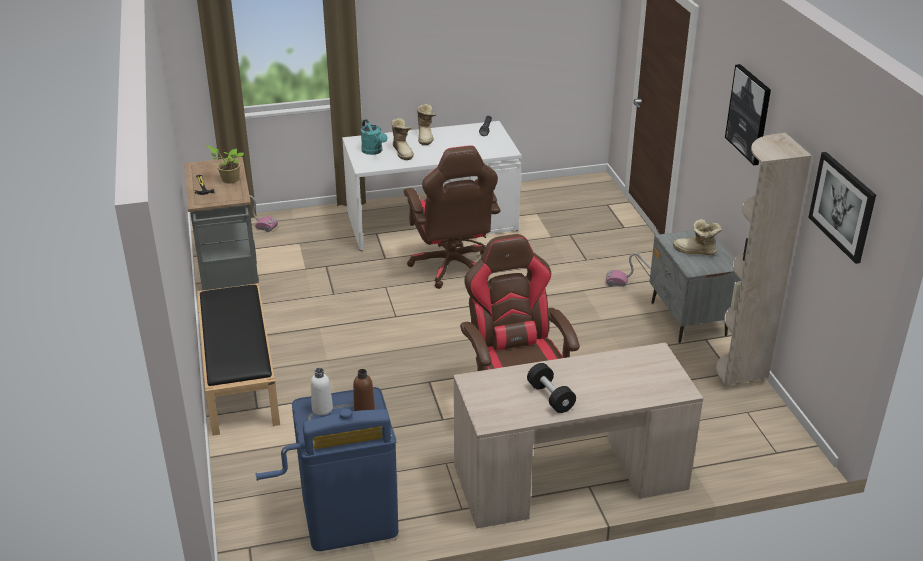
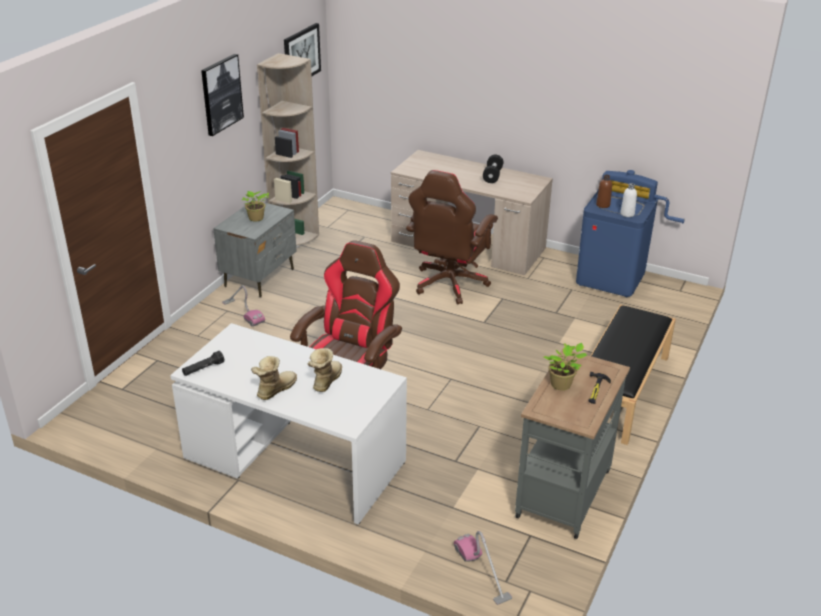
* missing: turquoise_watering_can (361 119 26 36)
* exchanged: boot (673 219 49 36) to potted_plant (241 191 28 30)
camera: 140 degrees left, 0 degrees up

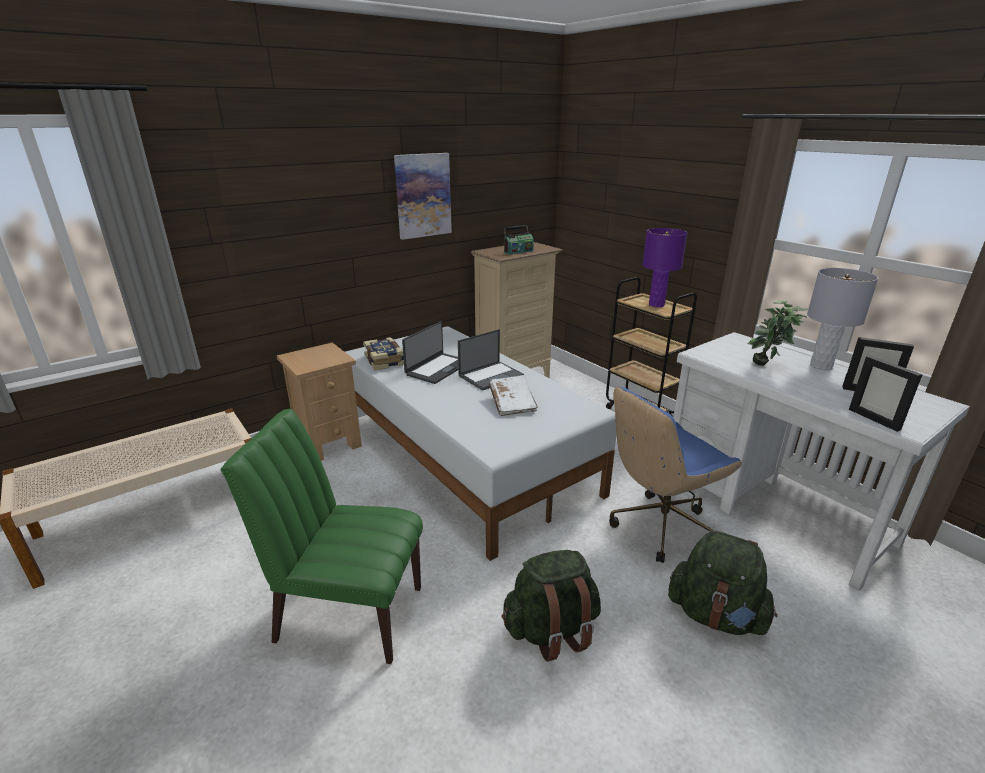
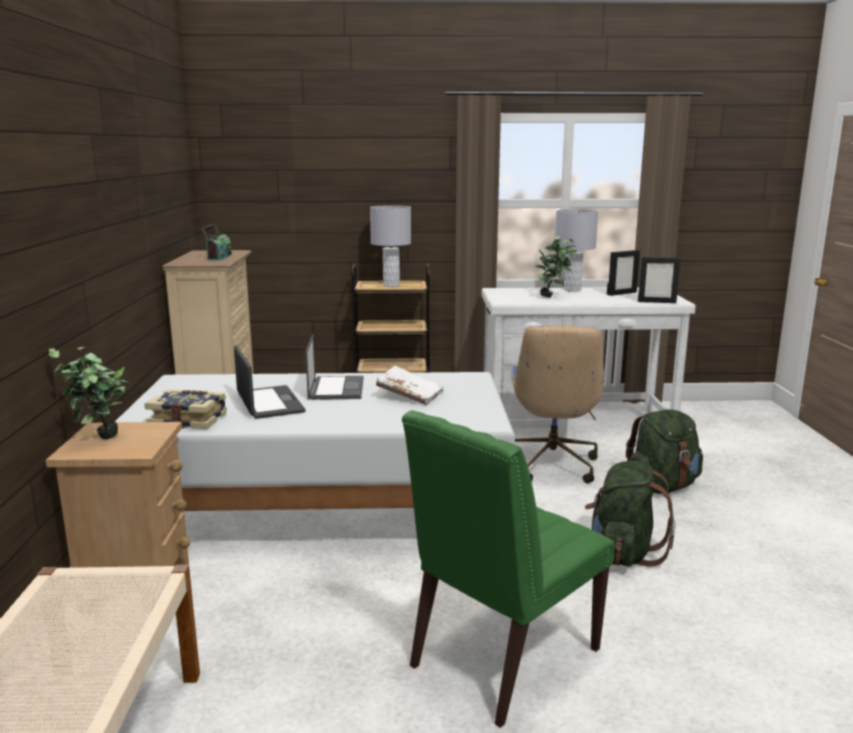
* missing: picture (394 153 58 87)
* appeared: potted_plant (49 347 80 92)
* colour: purple_table_lamp (642 228 45 79) to grey_table_lamp (370 205 41 82)
camera: 55 degrees left, 10 degrees down

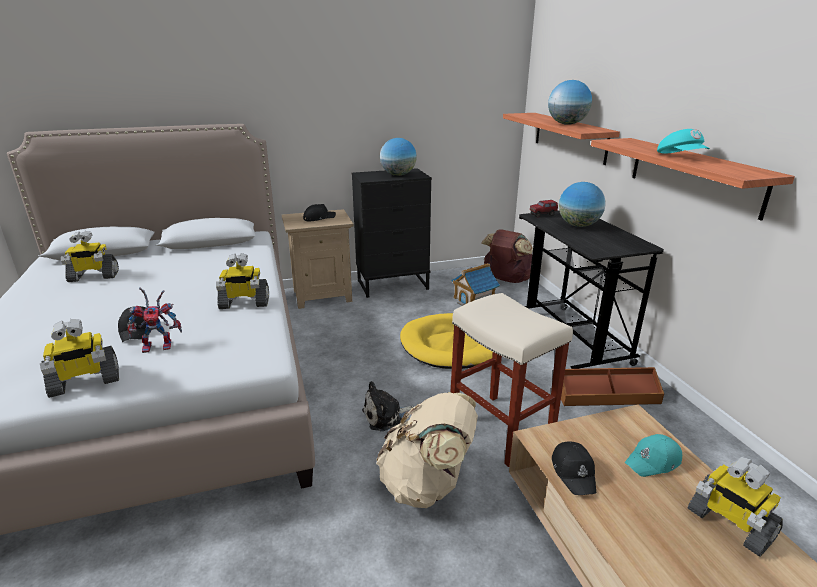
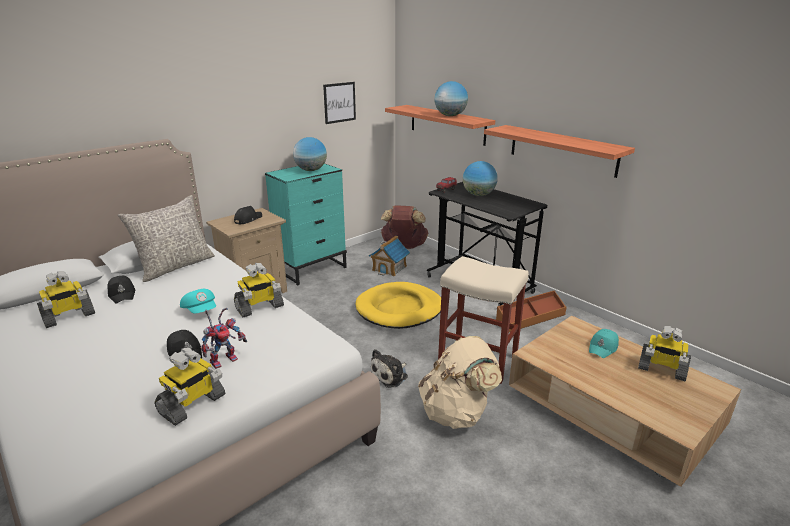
* appeared: grey_pillow (118 195 97 87)
* appeared: picture (323 82 33 42)
* relocated: black_cap (552 441 44 54) to (107 276 29 28)
* relocated: turquoise_cap (657 129 53 25) to (180 289 36 24)
* colour: black_dresser (352 168 80 130) to turquoise_dresser (265 163 82 123)
camera: 25 degrees left, 0 degrees up

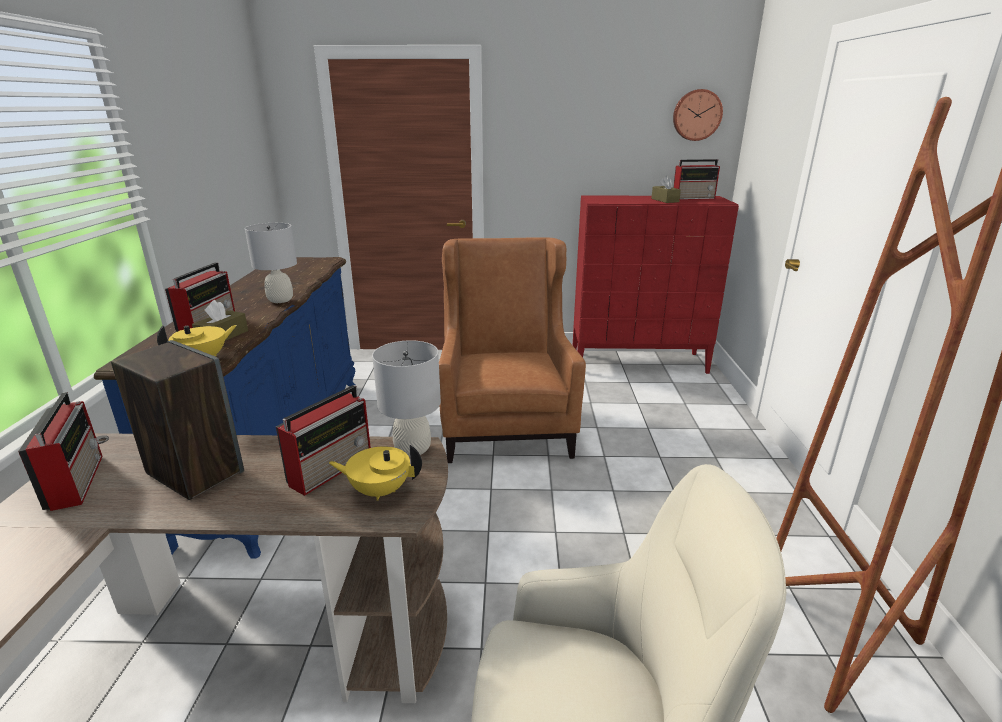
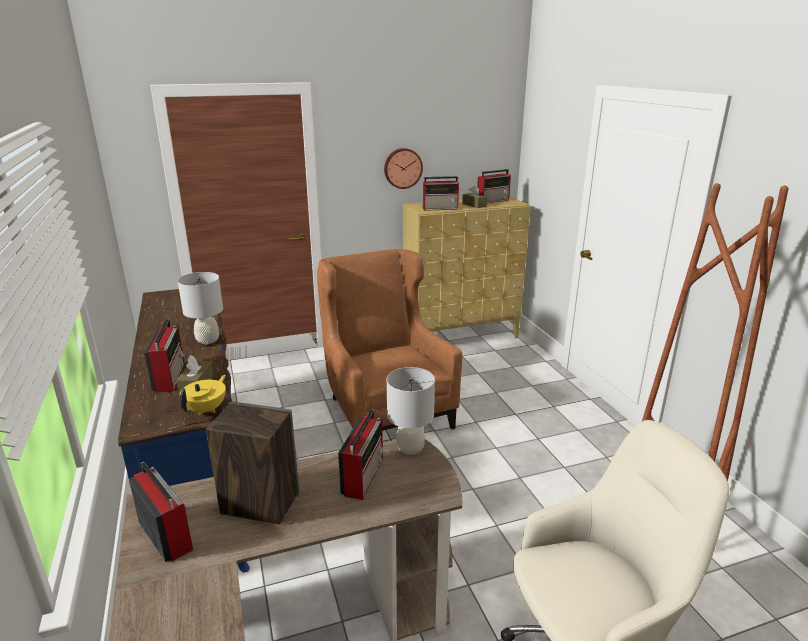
* missing: yellow_teapot (329 445 93 56)
* appeared: radio (423 176 37 35)
* relocated: wall_clock (673 89 50 52) to (384 148 39 41)
* colour: red_dresser (573 195 166 179) to beige_dresser (403 196 128 143)
camera: 20 degrees left, 0 degrees up

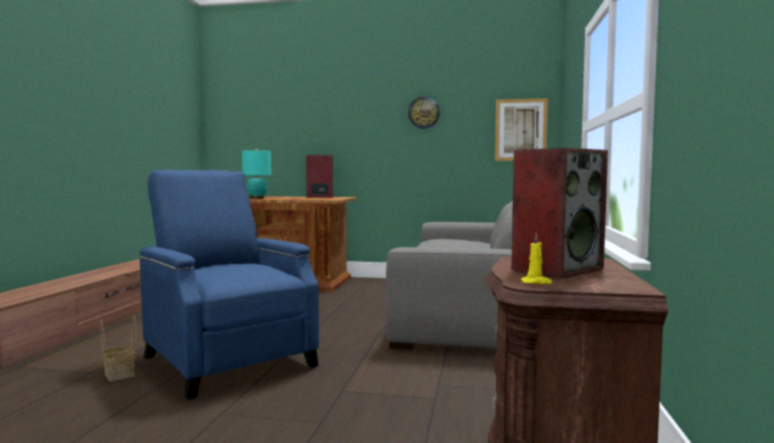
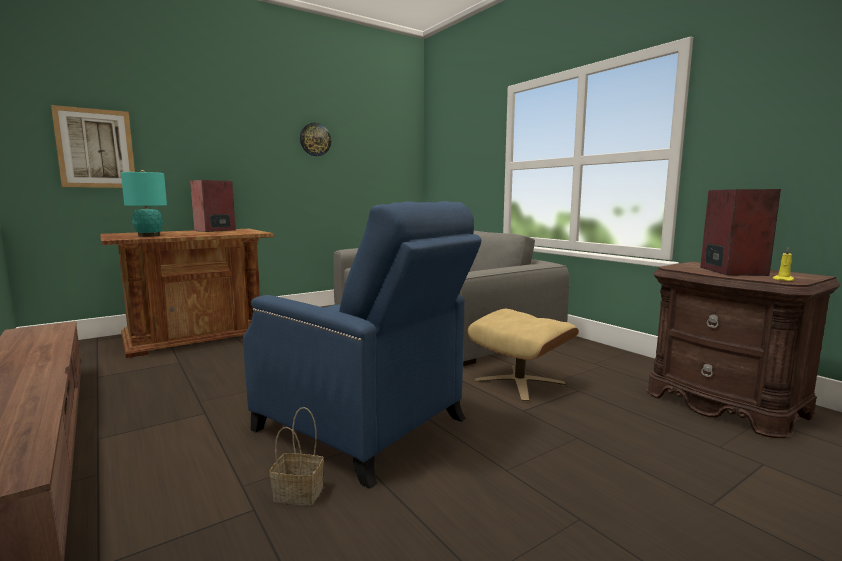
* appeared: beige_ottoman (467 309 112 92)
* relocated: picture (495 98 53 63) to (51 105 84 83)
* spun: blue_armchair (139 169 180 231) = (243 201 238 288) 150 degrees counterclockwise
camera: 45 degrees left, 5 degrees up

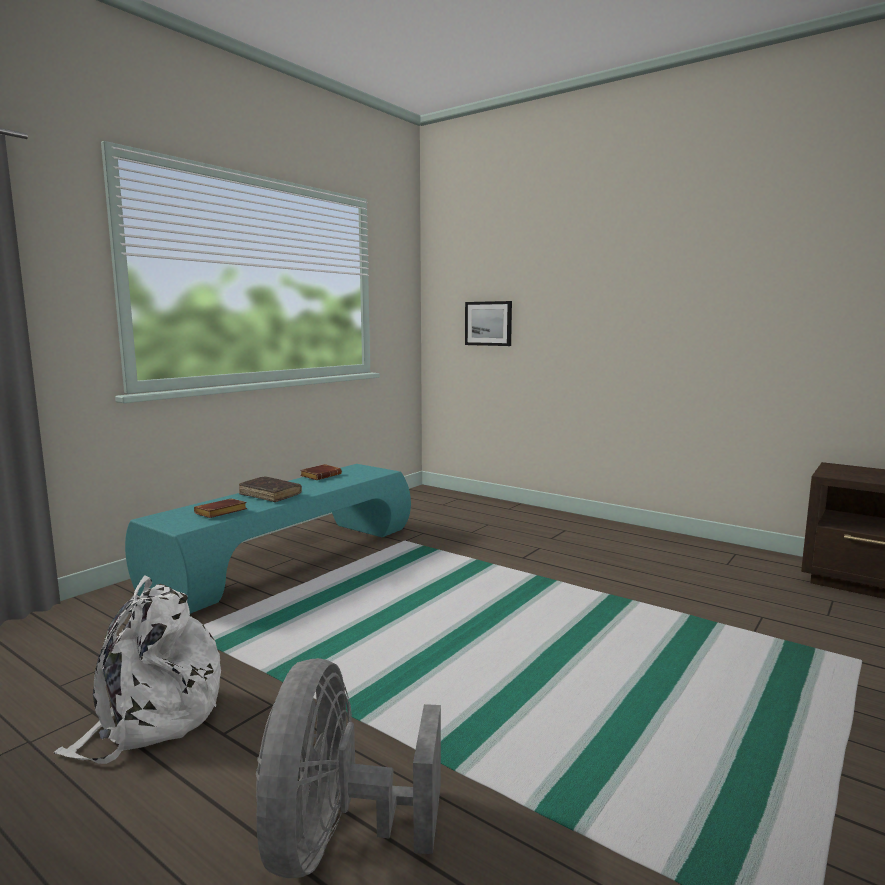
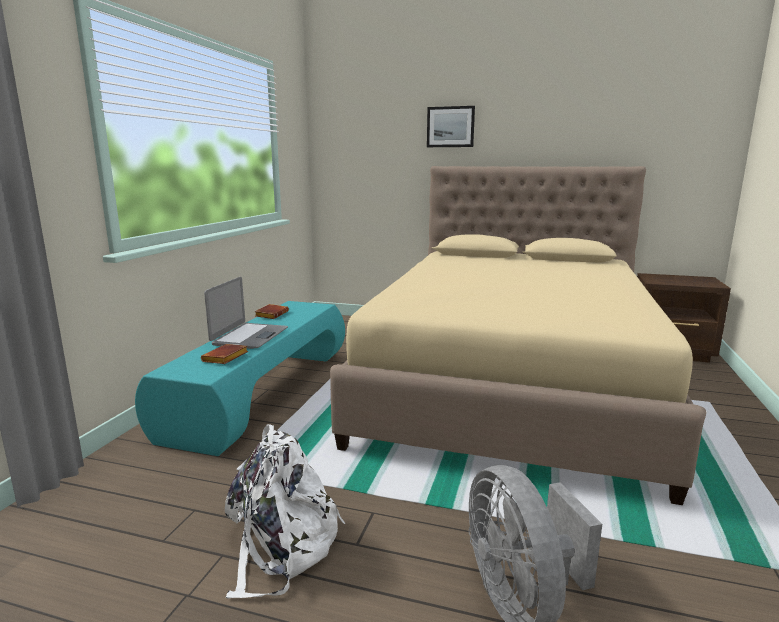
* appeared: beige_bed (330 166 376 339)
* relocated: picture (465 301 47 45) to (427 106 48 41)
* exchanged: brown_book (239 476 63 26) to laptop (204 277 84 72)
camera: 20 degrees left, 5 degrees up

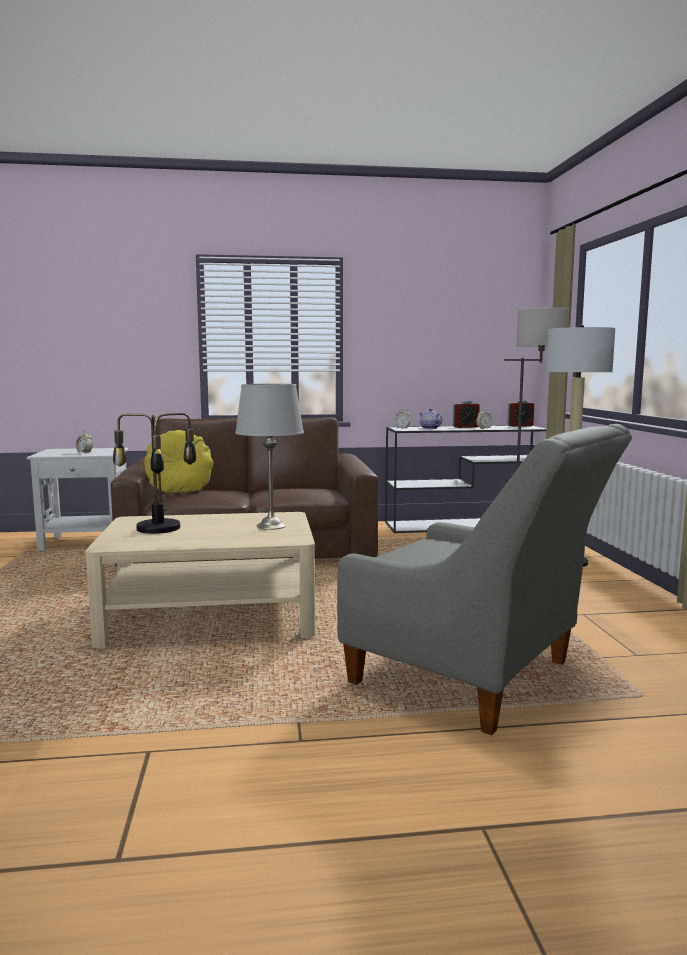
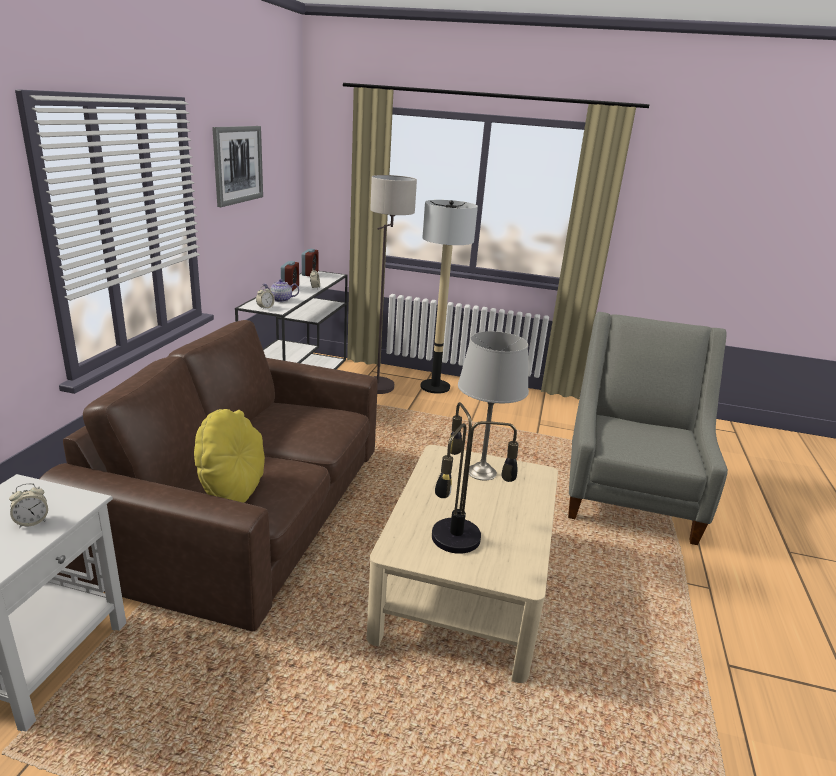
* appeared: picture (212 126 51 81)
* spun: grey_armchair (337 424 295 311) = (568 312 160 233) 45 degrees counterclockwise
camera: 70 degrees left, 15 degrees up

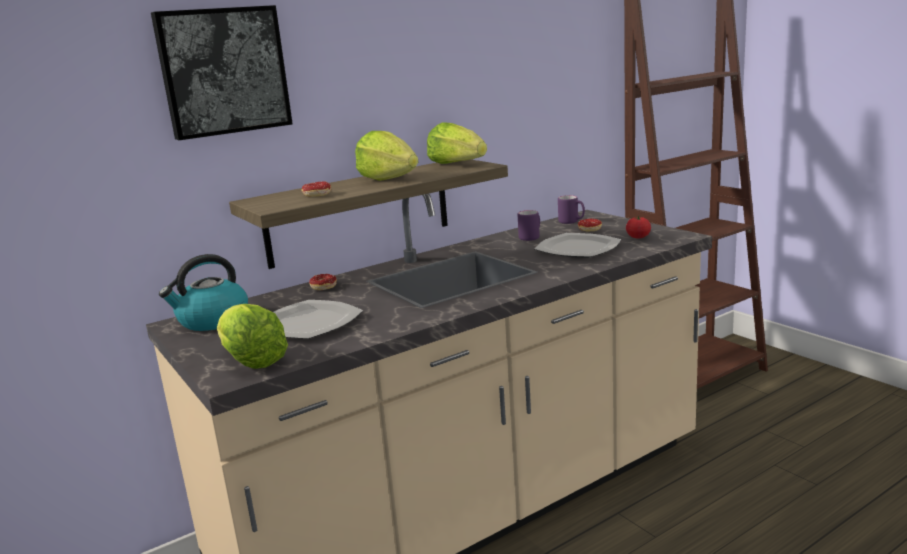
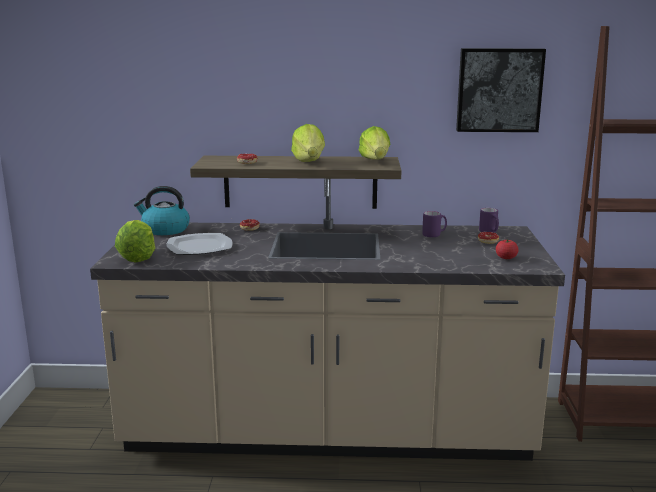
* missing: plate (535 233 86 25)
* relocated: picture (151 5 142 135) to (456 48 90 84)
camera: 35 degrees right, 0 degrees up

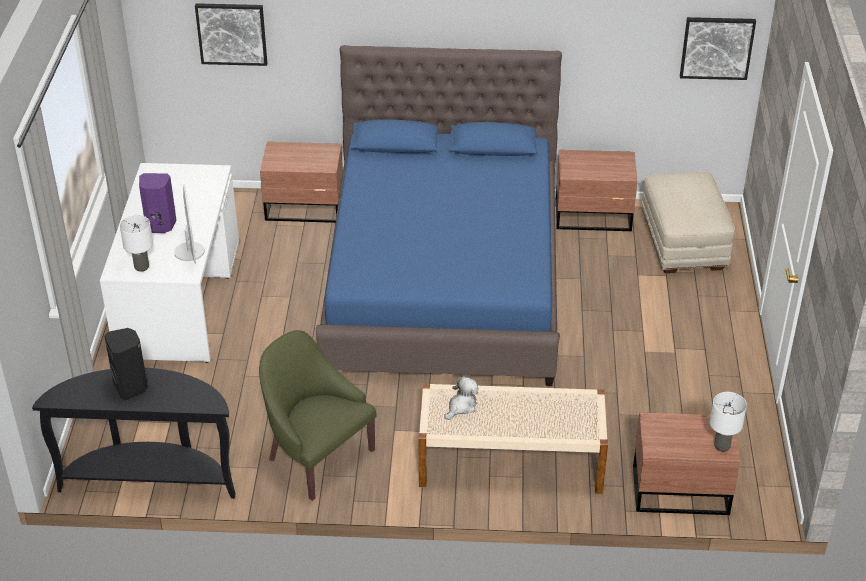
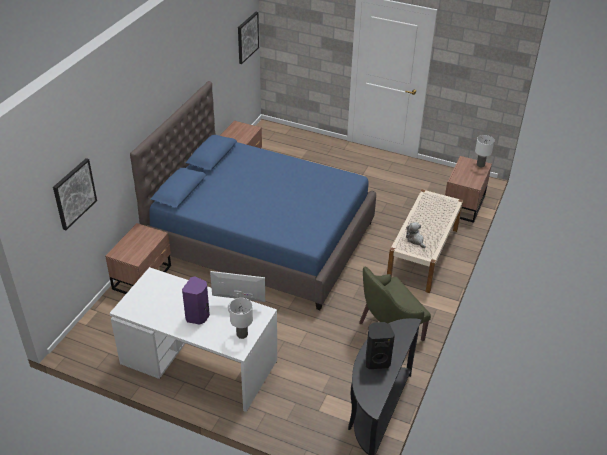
* missing: beige_ottoman (642 172 93 101)
camera: 70 degrees left, 0 degrees up

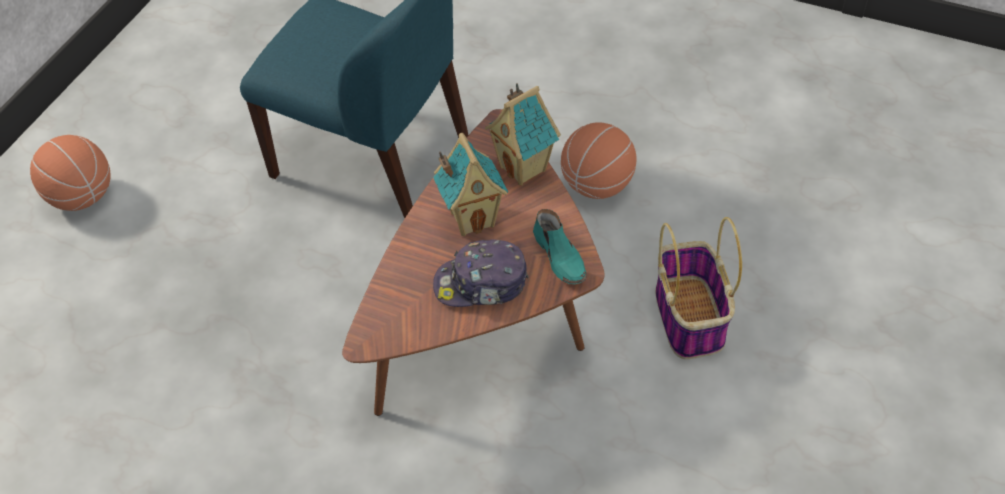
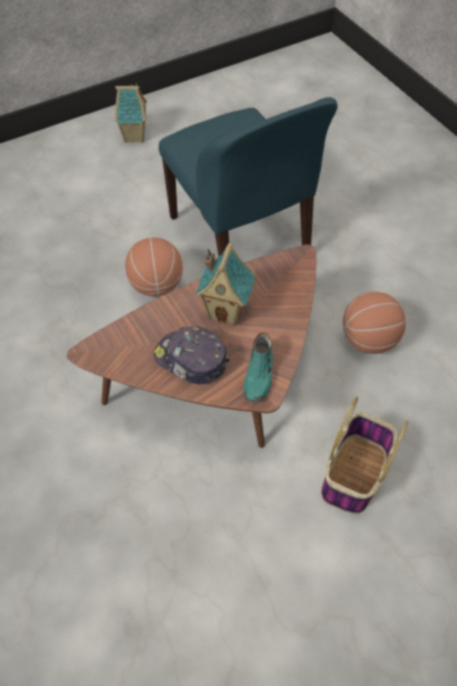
* relocated: basketball (30 135 81 76) to (125 238 58 58)
* relocated: toy_house (485 83 76 102) to (115 83 32 60)
camera: 35 degrees right, 5 degrees up

